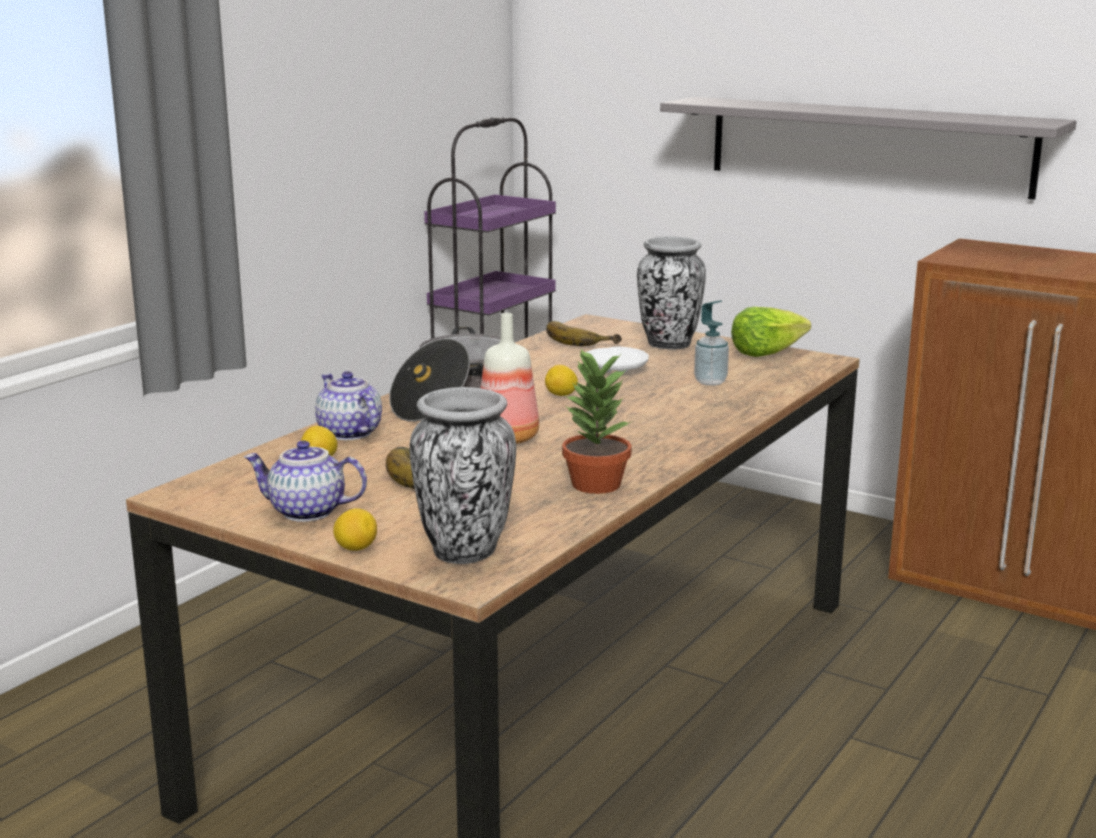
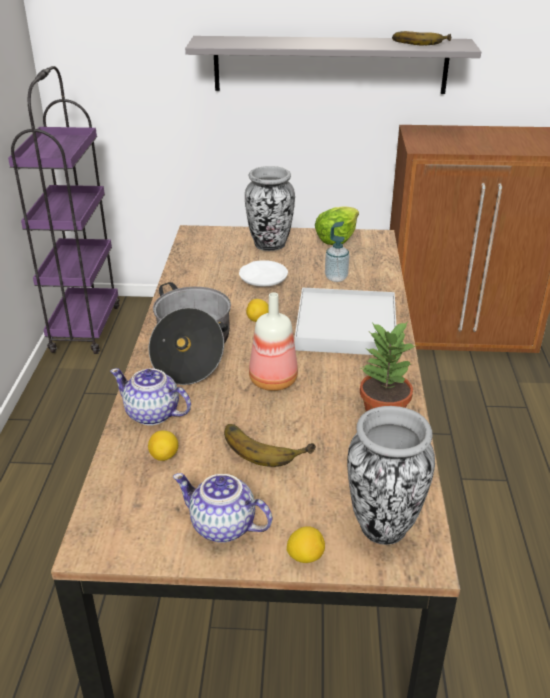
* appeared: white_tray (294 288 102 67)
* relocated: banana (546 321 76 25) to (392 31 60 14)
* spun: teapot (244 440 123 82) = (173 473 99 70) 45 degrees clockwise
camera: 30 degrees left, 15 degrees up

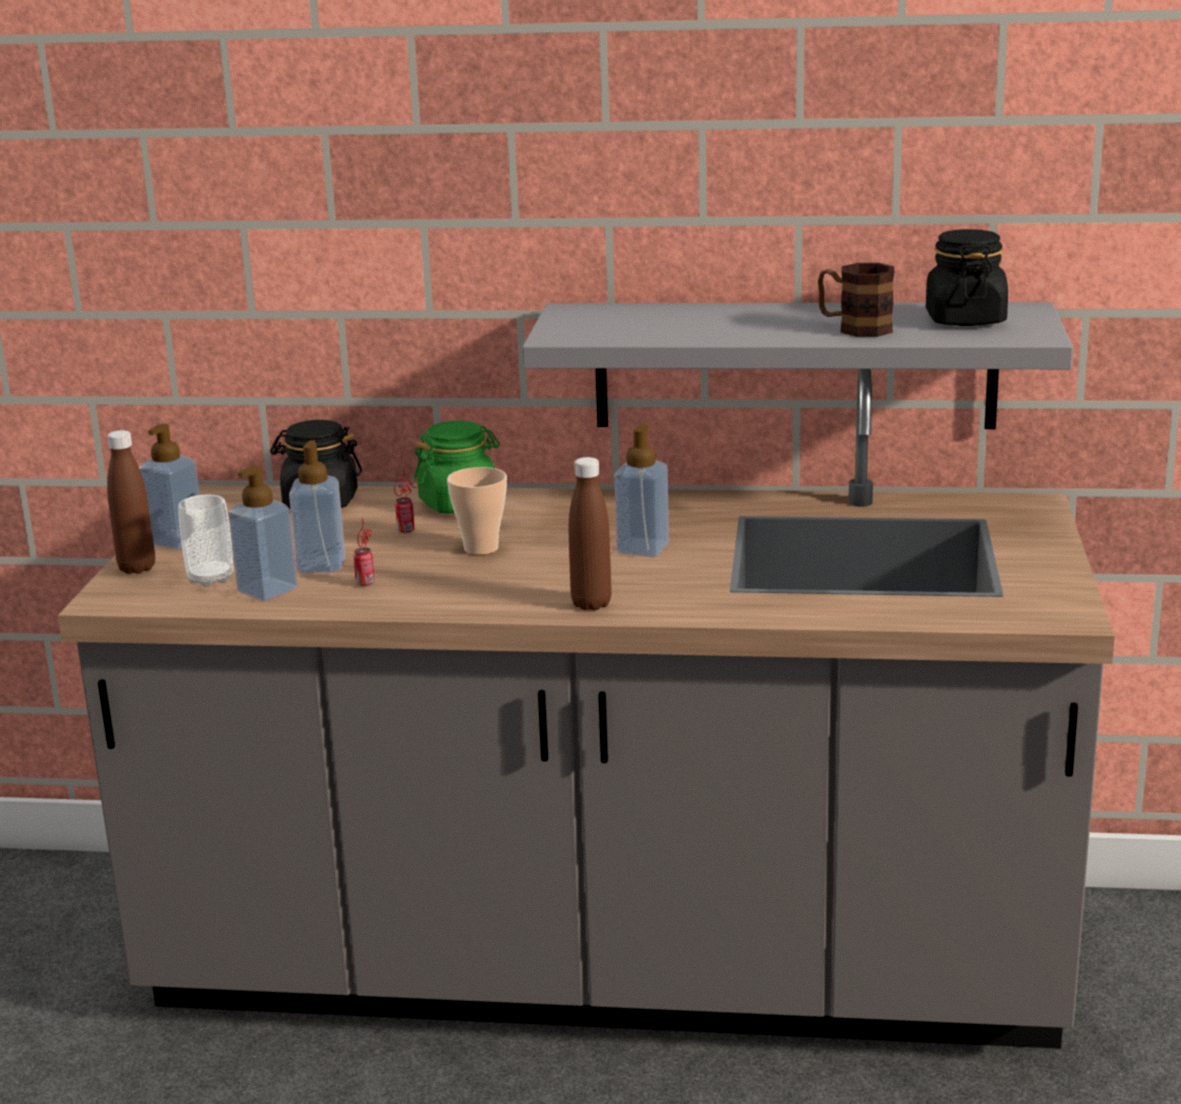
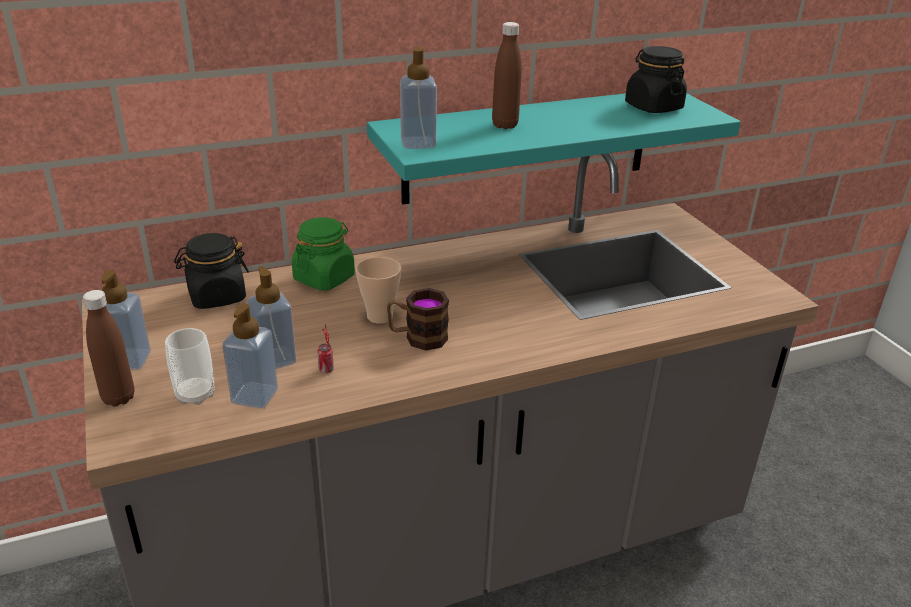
* missing: can (394 469 24 64)
* relocated: brown_bottle (569 457 43 153) to (492 22 30 107)
* relocated: soap_dispenser (615 424 54 133) to (400 46 37 103)
* relocated: mug (818 263 76 74) to (387 288 62 62)
* colour: grey_shelf (522 302 551 127) to turquoise_shelf (367 93 374 112)
camera: 30 degrees left, 10 degrees up

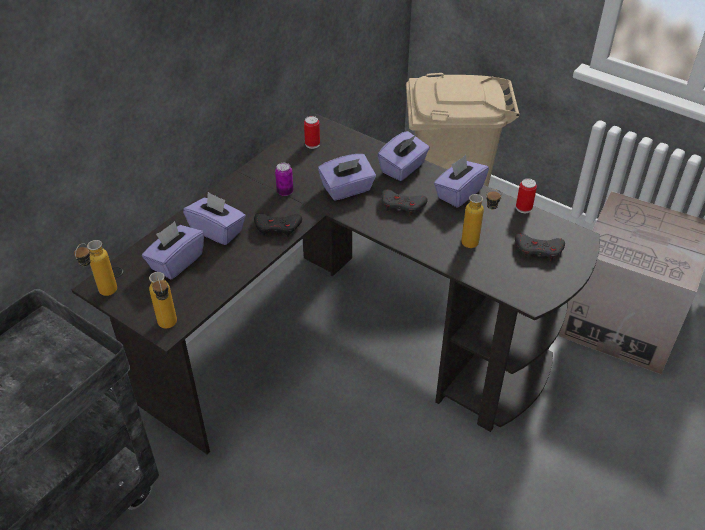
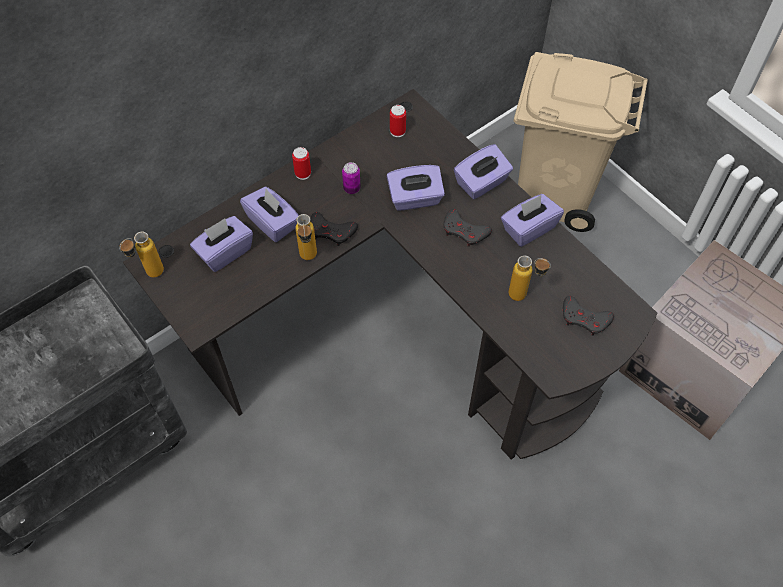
* relocated: bottle (149 272 28 57) to (296 214 21 46)
* relocated: can (516 178 21 35) to (292 147 19 33)
camera: 15 degrees right, 15 degrees up

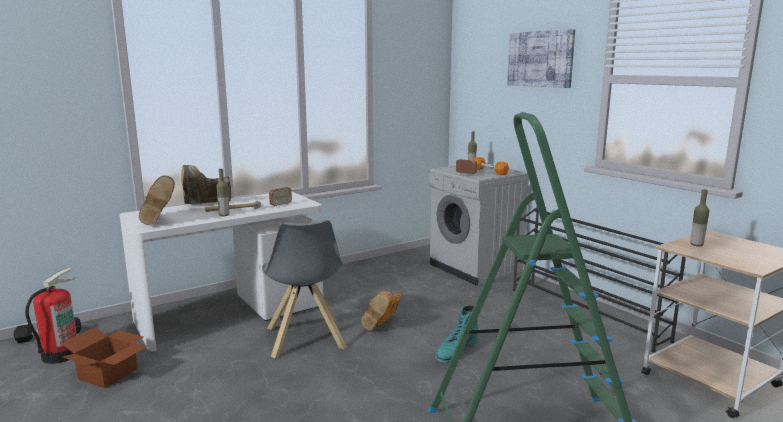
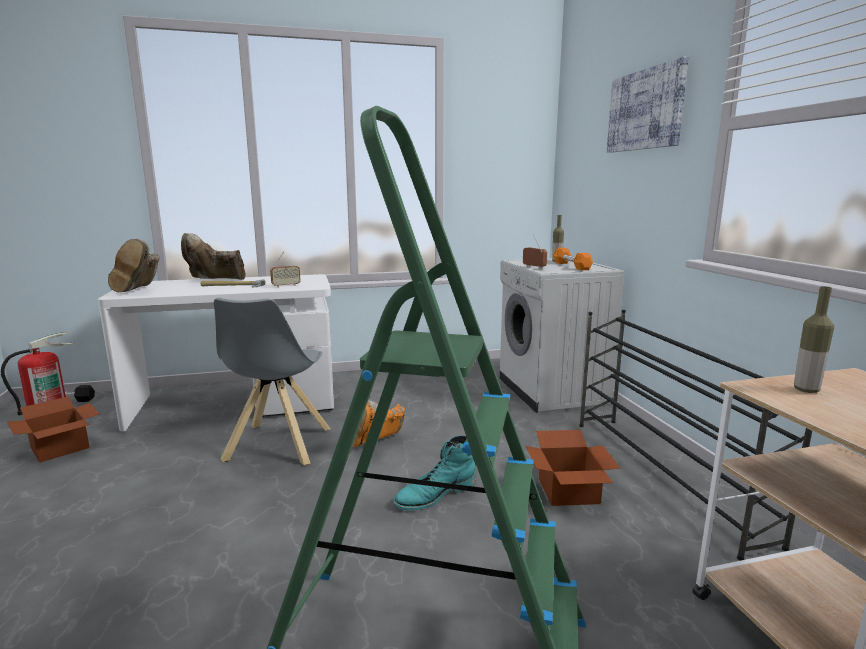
* missing: bottle (216 169 13 47)
* appeared: cardboard_box (526 430 94 76)
camera: 20 degrees right, 0 degrees up

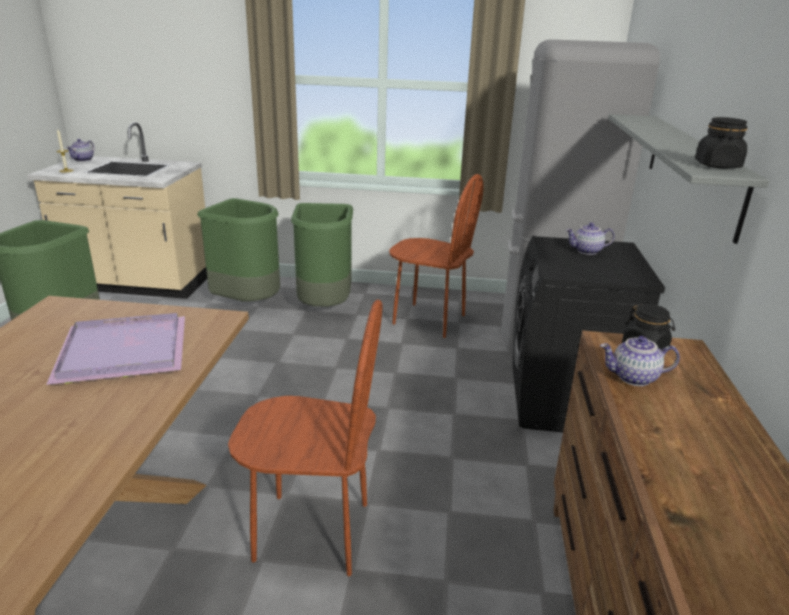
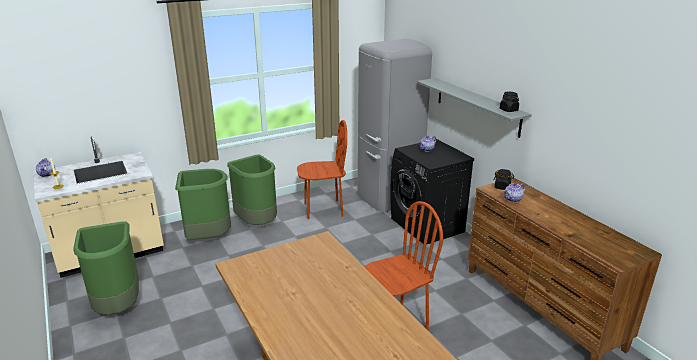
* missing: purple_tray (46 313 139 72)
camera: 35 degrees left, 0 degrees up

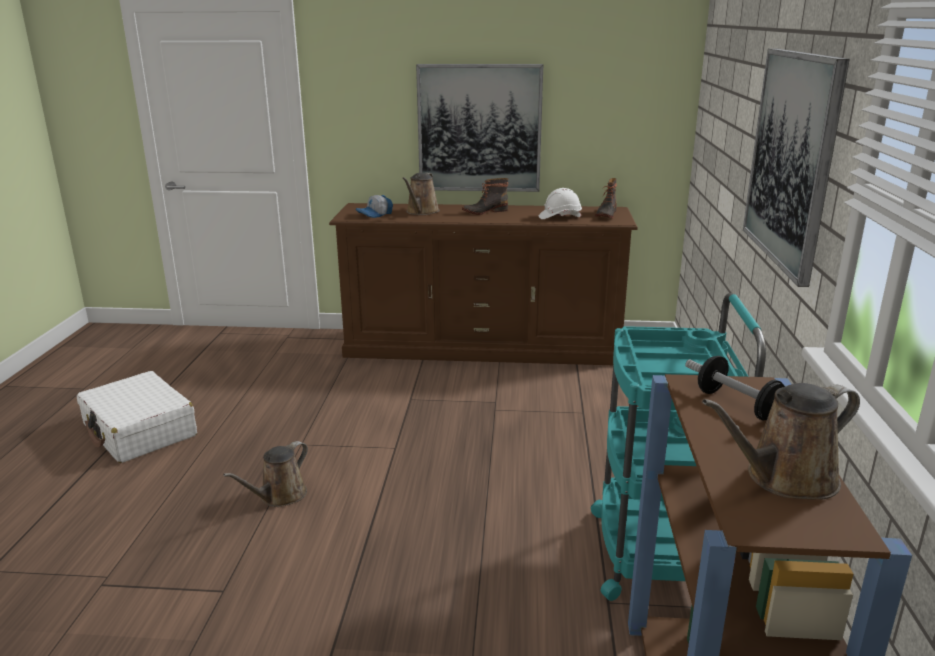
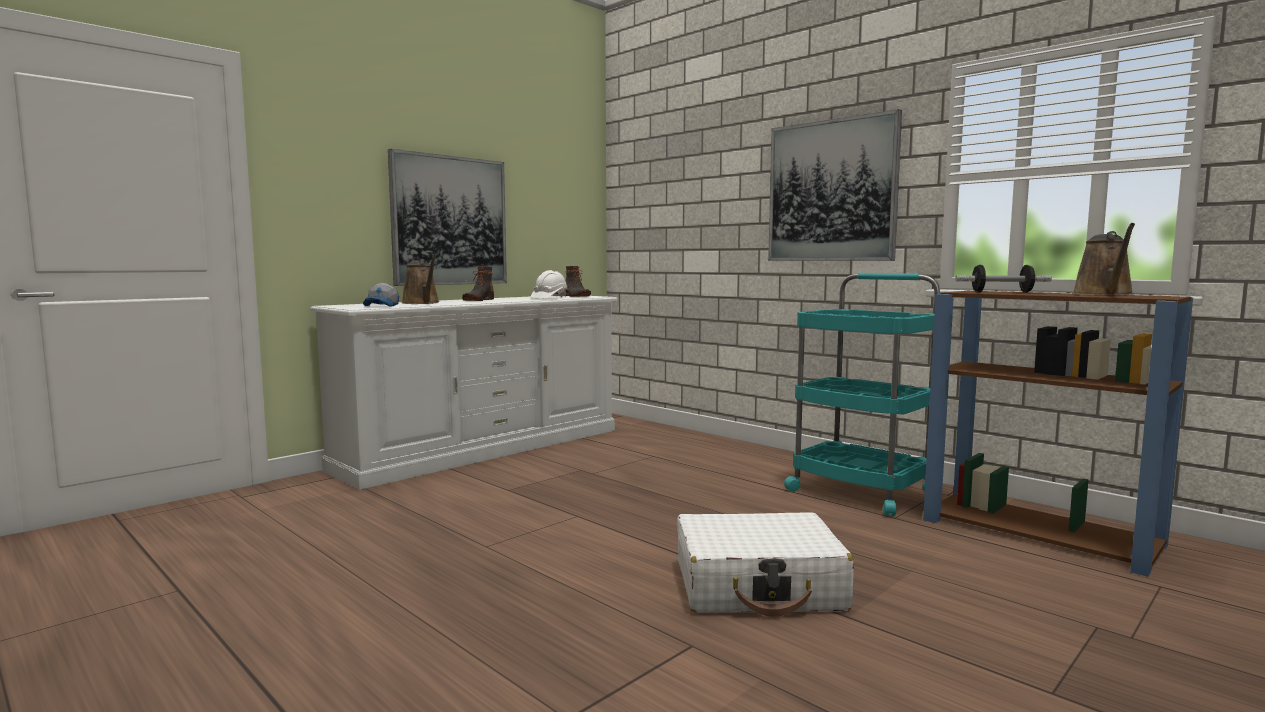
* missing: brown_watering_can (223 441 85 66)
* relocated: white_suitcase (77 371 120 92) to (677 512 177 105)
* colour: brown_cabinet (329 203 309 162) to white_cabinet (310 296 308 194)
camera: 50 degrees left, 15 degrees down

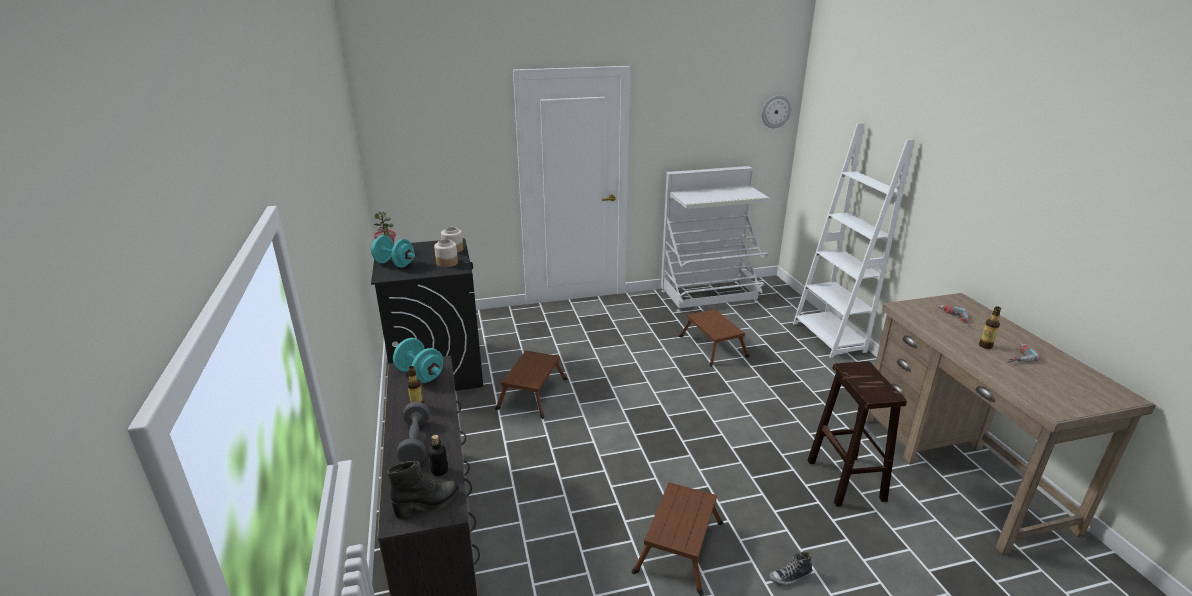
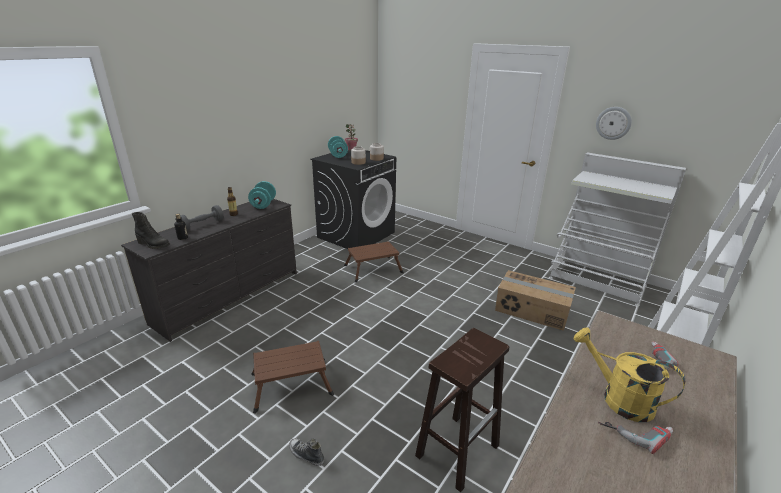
* relocated: wall_clock (762 95 30 33) to (596 107 36 33)
* exchanged: brown_step_ladder (679 309 71 58) to cardboard_box (495 270 81 61)
* exchanged: bottle (979 306 22 43) to yellow_watering_can (573 328 112 94)
camera: 50 degrees right, 0 degrees up

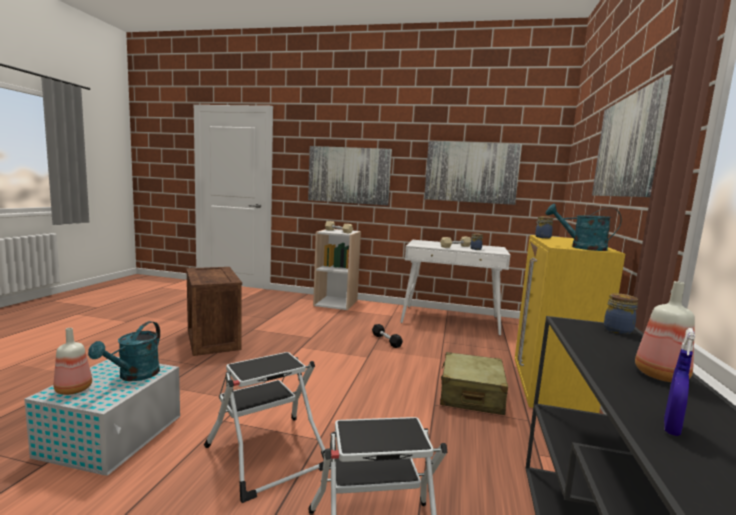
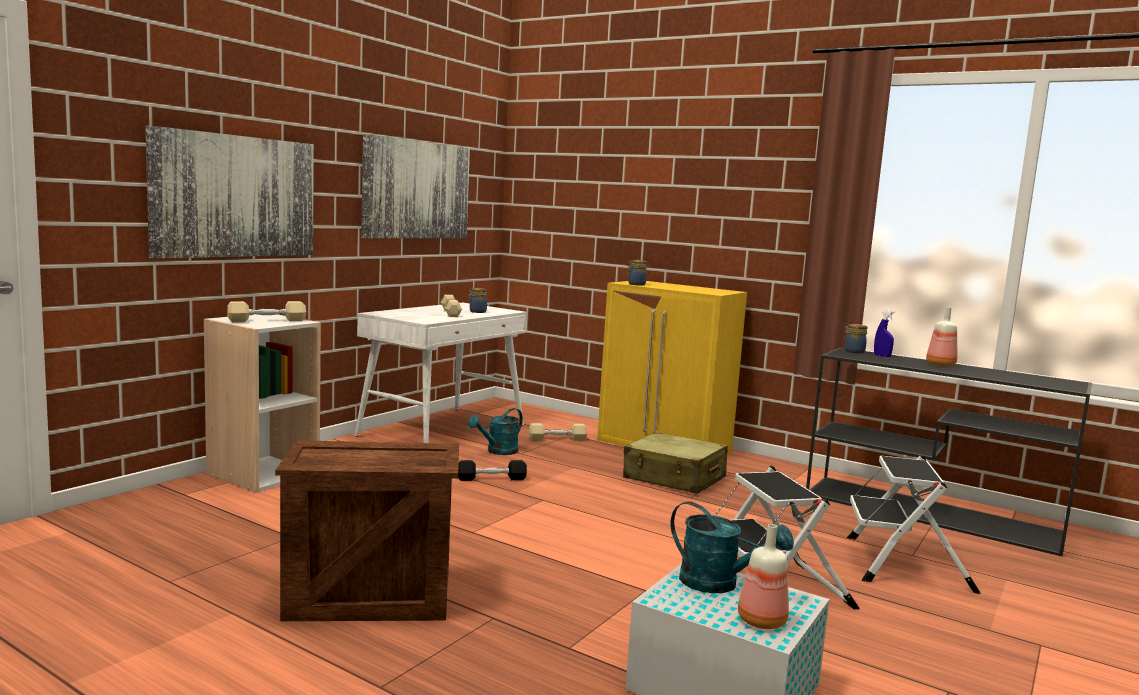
* missing: picture (592 75 79 122)
* appeared: beige_dumbbell (529 423 58 17)
* relocated: turquoise_watering_can (545 204 77 47) to (468 408 55 47)
* relocated: blue_spray_bottle (664 328 31 108) to (874 310 21 47)
camera: 70 degrees left, 0 degrees up

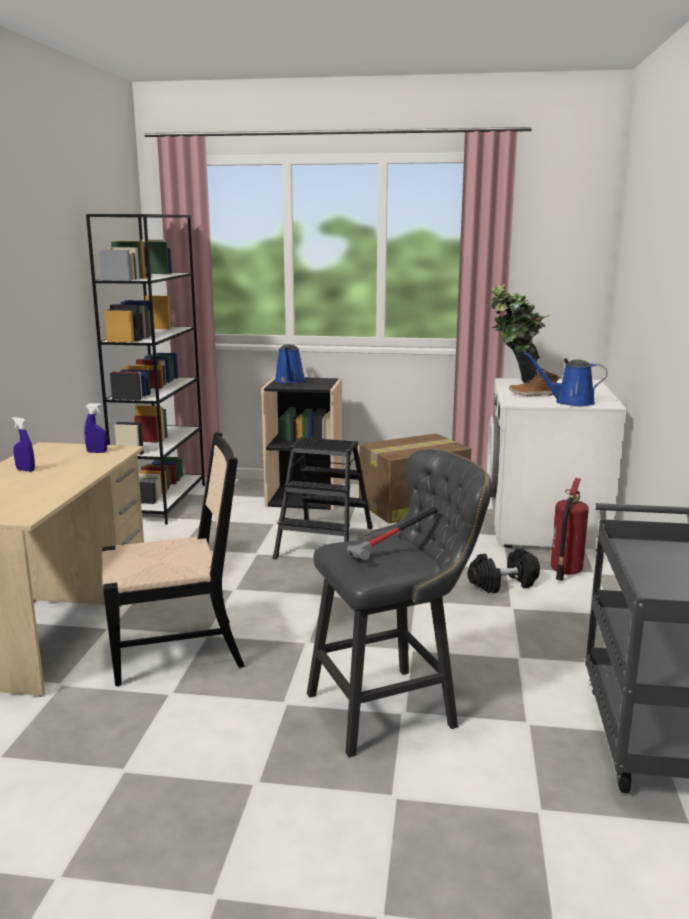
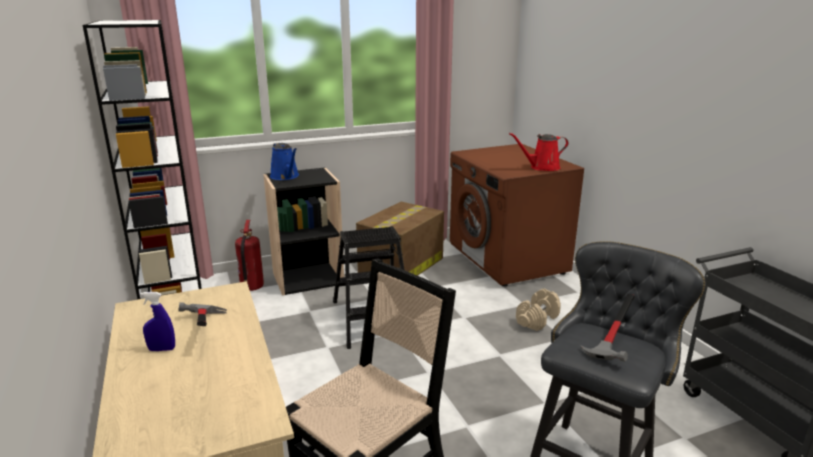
* missing: blue_spray_bottle (84 403 23 50)
* missing: potted_plant (490 284 60 99)
* missing: boot (509 369 50 27)
* appeared: hammer (178 302 49 24)
* relocated: fire_extinguisher (551 478 38 103) to (235 220 29 71)
* colour: black_dumbbell (468 548 72 45) to beige_dumbbell (516 289 45 42)
* colour: white_washing_machine (487 378 140 174) to brown_washing_machine (450 144 134 142)
* colour: blue_watering_can (524 352 84 54) to red_watering_can (509 133 60 38)
camera: 30 degrees left, 5 degrees up

